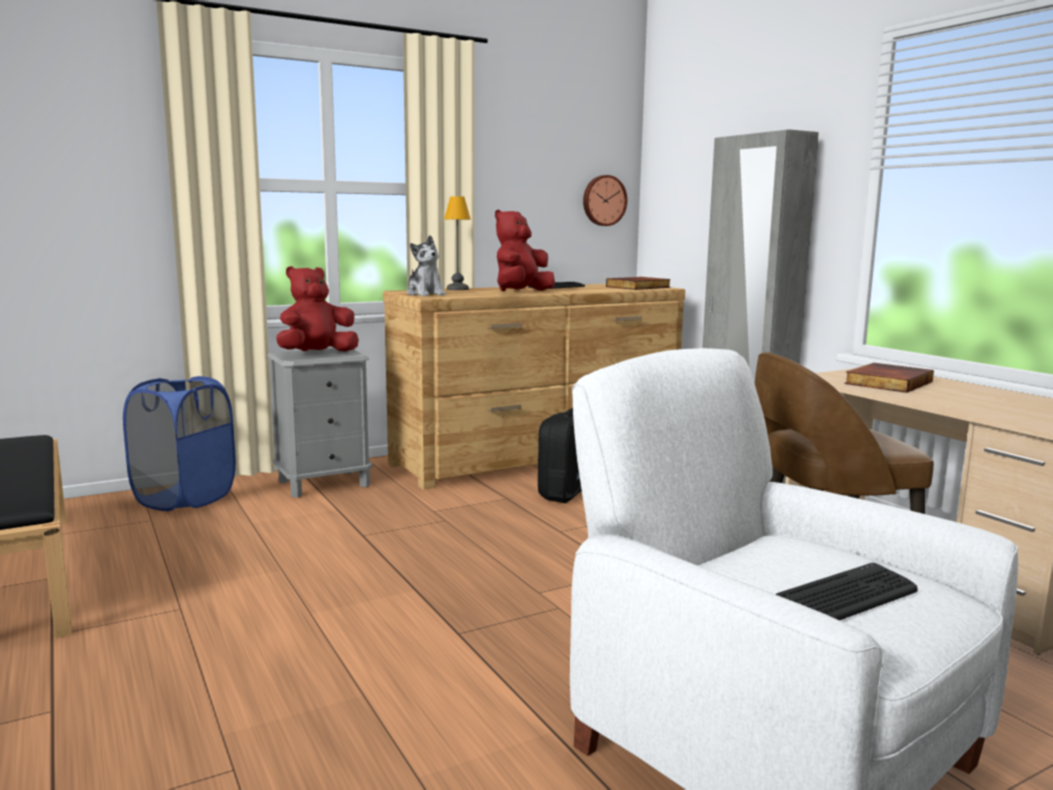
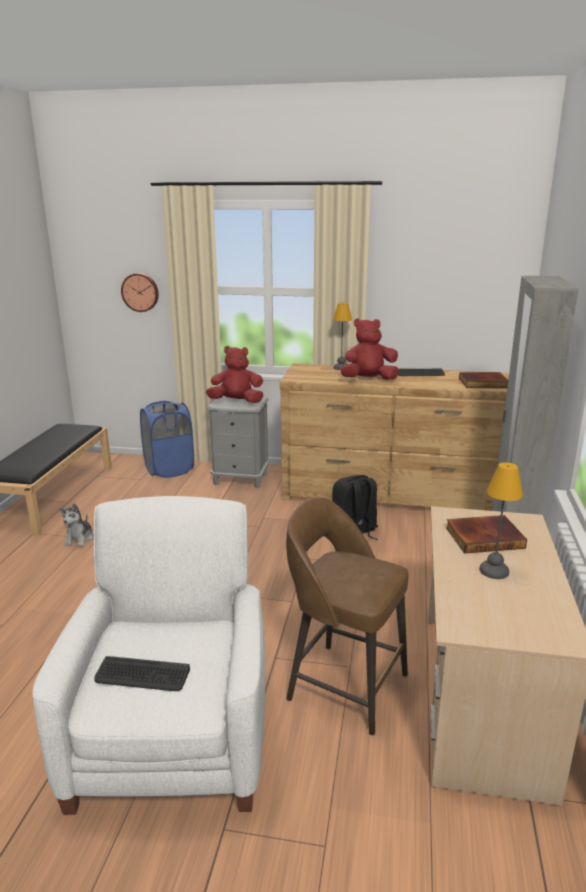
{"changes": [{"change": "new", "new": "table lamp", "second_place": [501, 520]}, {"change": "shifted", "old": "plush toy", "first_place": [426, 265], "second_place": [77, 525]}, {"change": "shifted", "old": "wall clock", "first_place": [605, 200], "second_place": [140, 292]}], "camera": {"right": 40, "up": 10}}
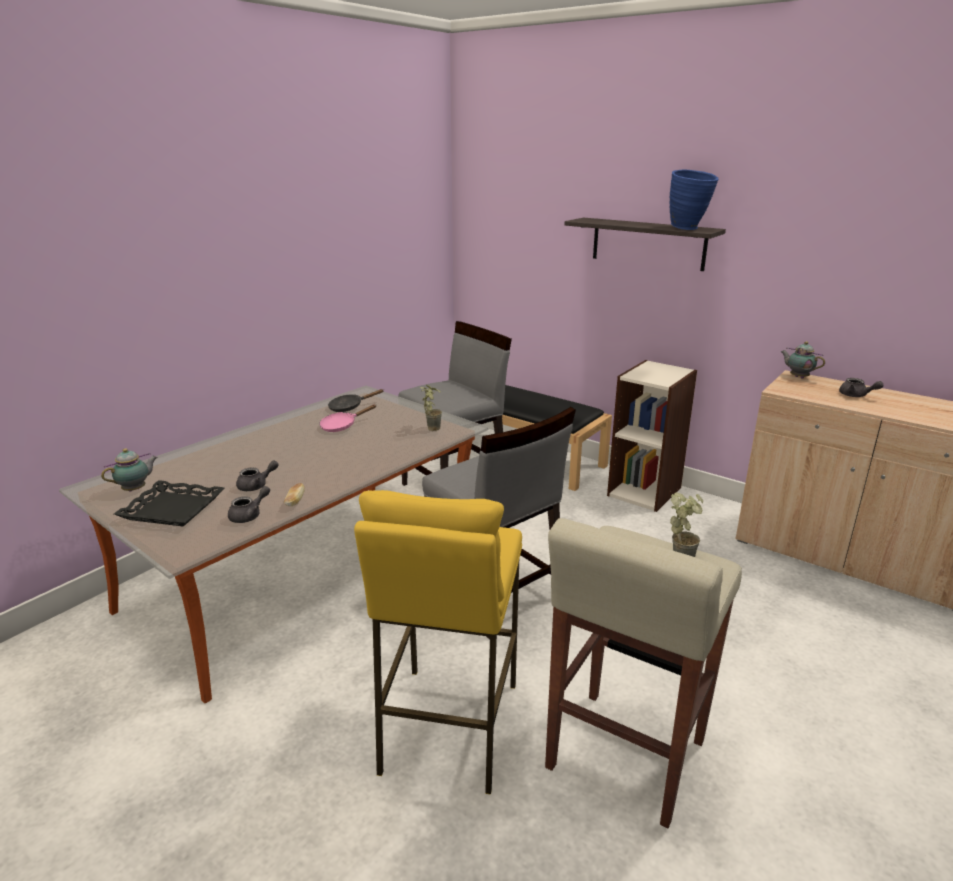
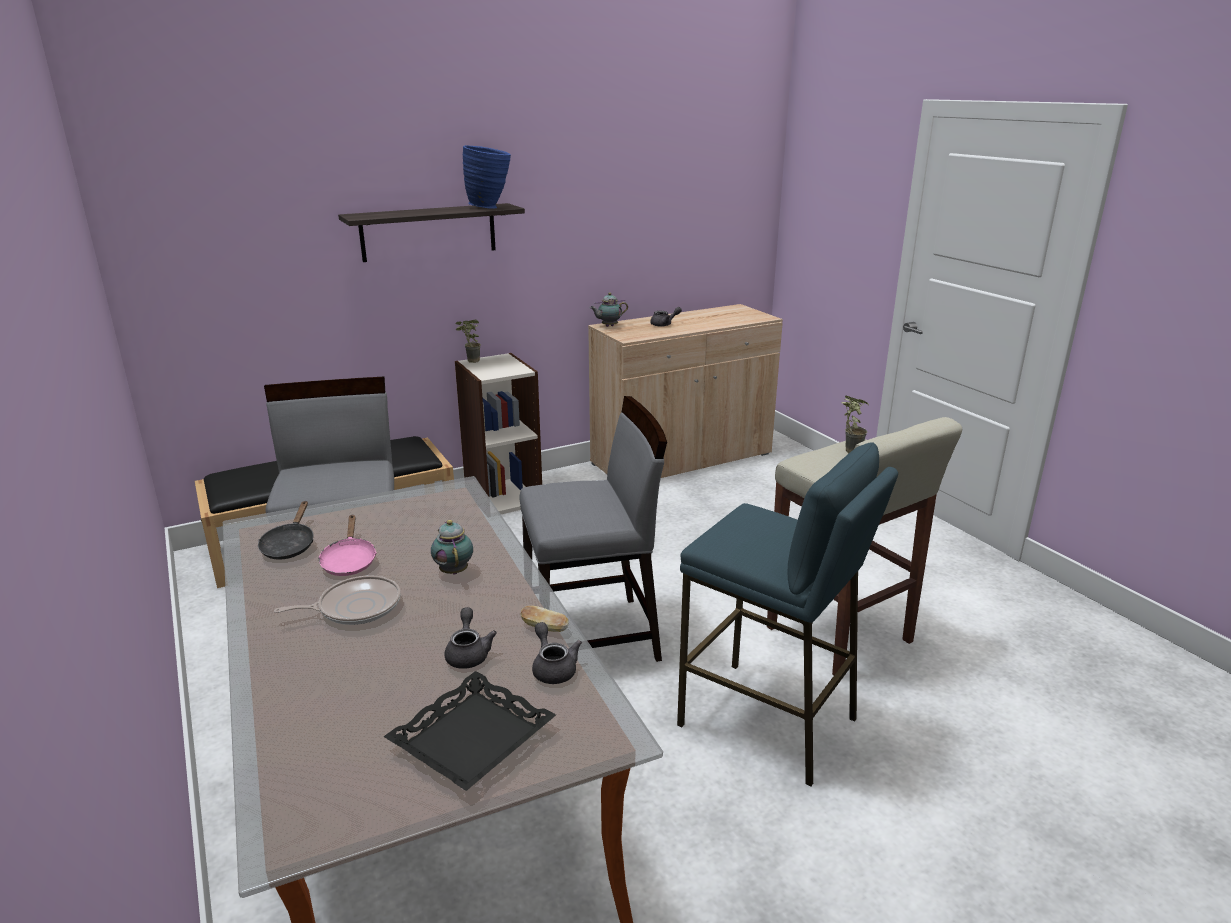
{"changes": [{"change": "new", "new": "frying pan", "second_place": [337, 600]}, {"change": "shifted", "old": "teapot", "first_place": [129, 470], "second_place": [452, 547]}, {"change": "shifted", "old": "potted plant", "first_place": [431, 408], "second_place": [468, 341]}, {"change": "repainted", "old": "yellow stool", "new": "blue stool", "first_place": [438, 642], "second_place": [787, 614]}], "camera": {"right": -65, "up": 0}}
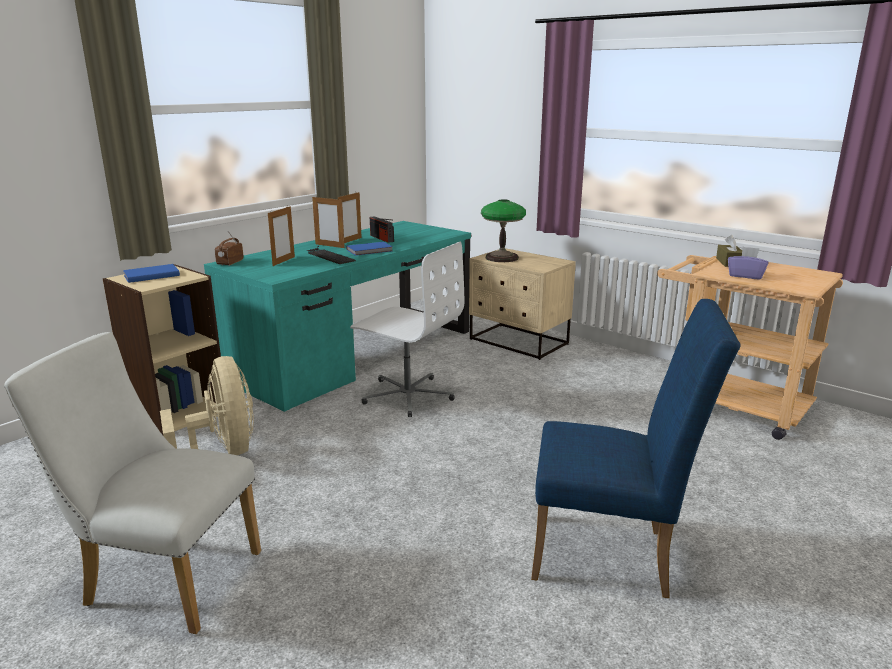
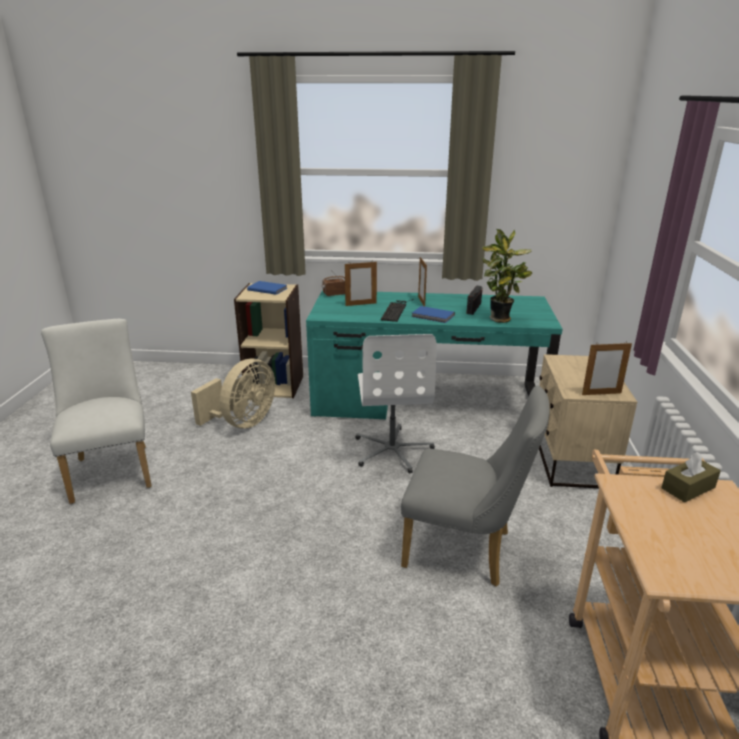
{"changes": [{"change": "gone", "old": "table lamp", "first_place": [503, 230]}, {"change": "gone", "old": "blue chair", "first_place": [635, 448]}, {"change": "gone", "old": "purple tissue box", "first_place": [748, 263]}, {"change": "new", "new": "grey chair", "second_place": [475, 486]}, {"change": "new", "new": "potted plant", "second_place": [507, 276]}, {"change": "shifted", "old": "picture frame", "first_place": [350, 217], "second_place": [607, 369]}], "camera": {"right": 55, "up": 5}}
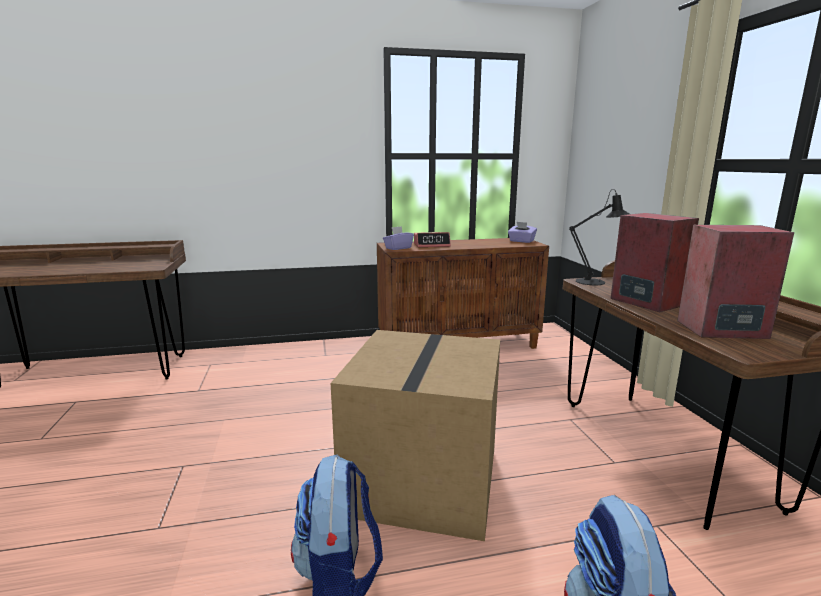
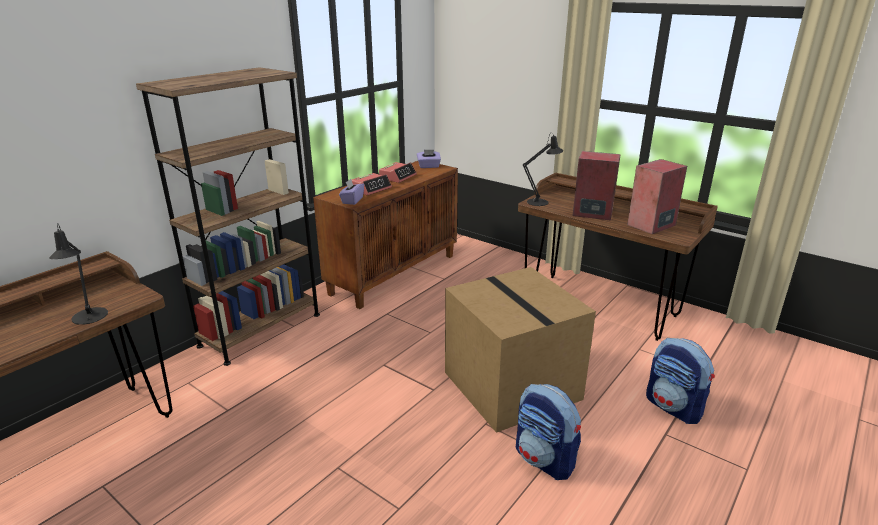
{"changes": [{"change": "new", "new": "black table lamp", "second_place": [78, 274]}, {"change": "new", "new": "brown bookcase", "second_place": [228, 216]}, {"change": "new", "new": "alarm clock", "second_place": [398, 172]}], "camera": {"right": -40, "up": 10}}
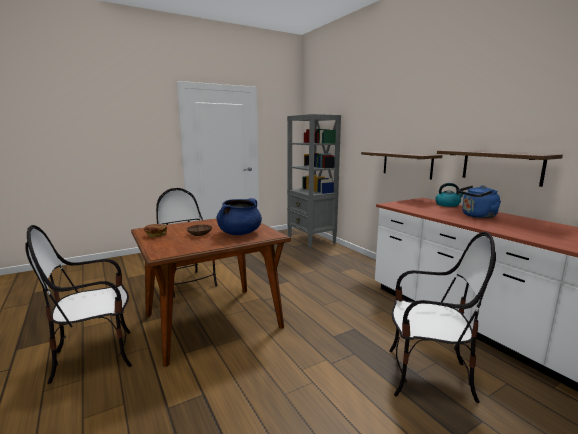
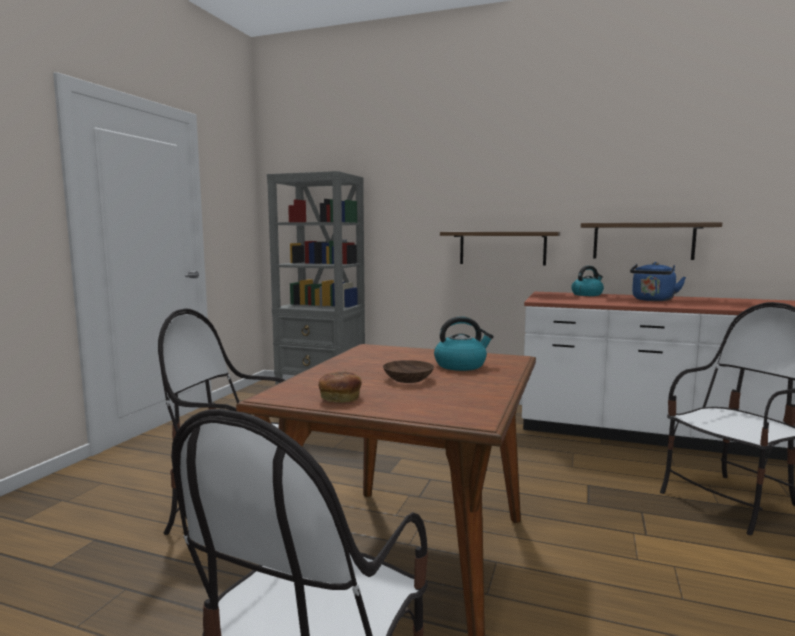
{"changes": [{"change": "swapped", "old": "blue cooking pot", "new": "kettle", "first_place": [239, 216], "second_place": [464, 343]}], "camera": {"right": -40, "up": -5}}
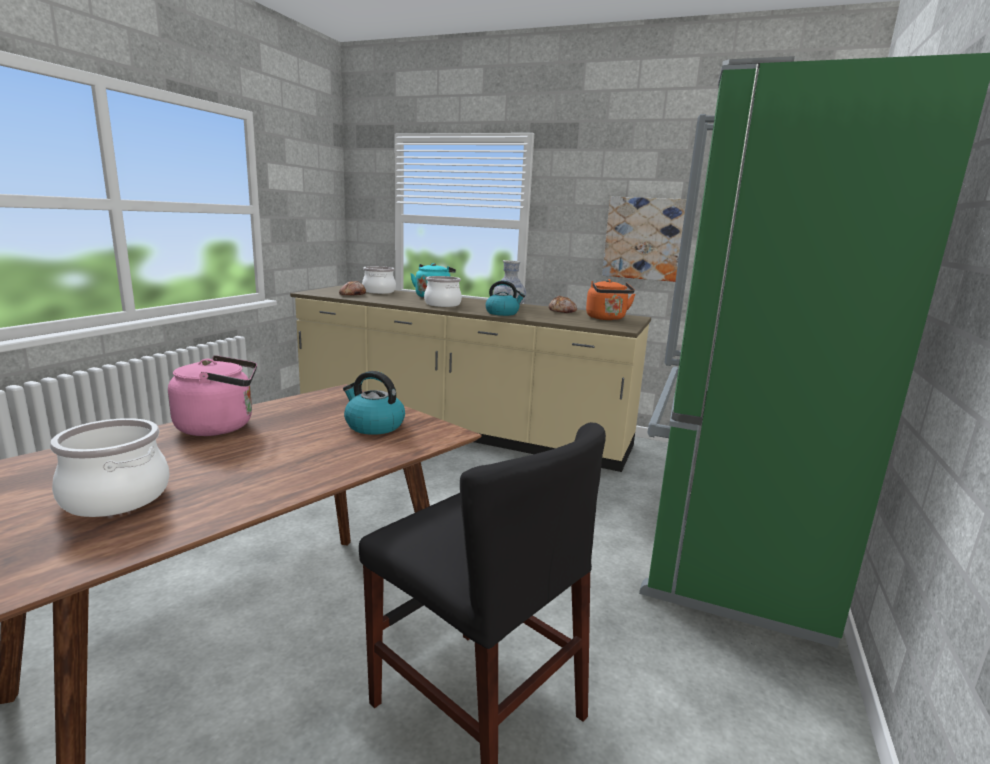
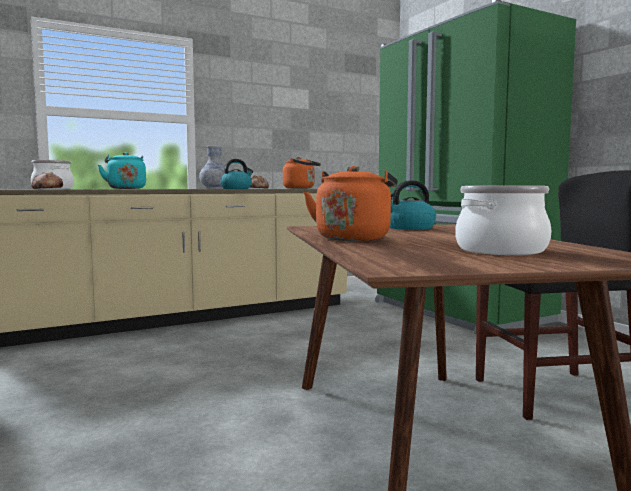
{"changes": [{"change": "gone", "old": "cooking pot", "first_place": [443, 291]}, {"change": "gone", "old": "picture", "first_place": [644, 239]}, {"change": "repainted", "old": "pink kettle", "new": "orange kettle", "first_place": [212, 395], "second_place": [351, 203]}], "camera": {"right": -50, "up": -10}}
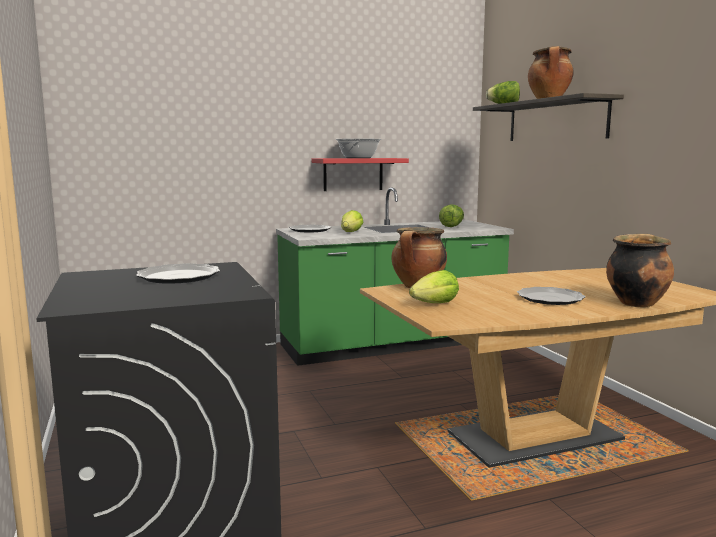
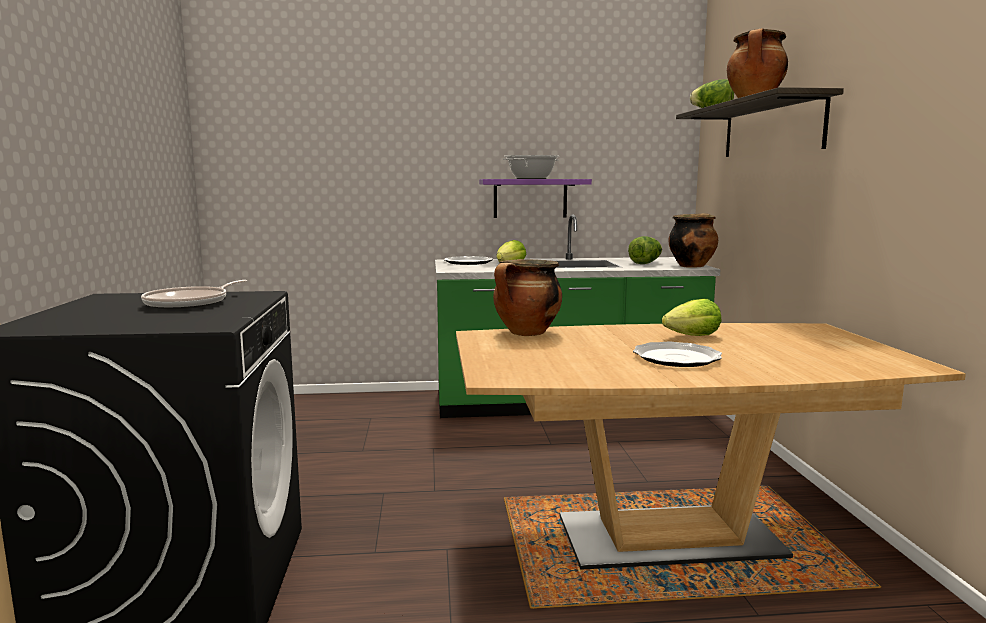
{"changes": [{"change": "shifted", "old": "lettuce", "first_place": [434, 286], "second_place": [691, 317]}, {"change": "shifted", "old": "cooking pot", "first_place": [640, 270], "second_place": [693, 240]}, {"change": "swapped", "old": "plate", "new": "frying pan", "first_place": [178, 273], "second_place": [194, 295]}, {"change": "repainted", "old": "red shelf", "new": "purple shelf", "first_place": [360, 174], "second_place": [535, 198]}], "camera": {"right": 15, "up": 0}}
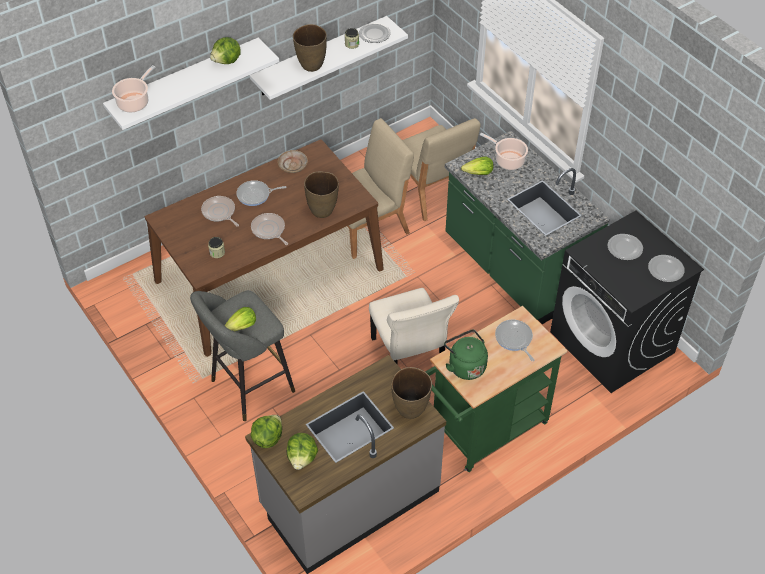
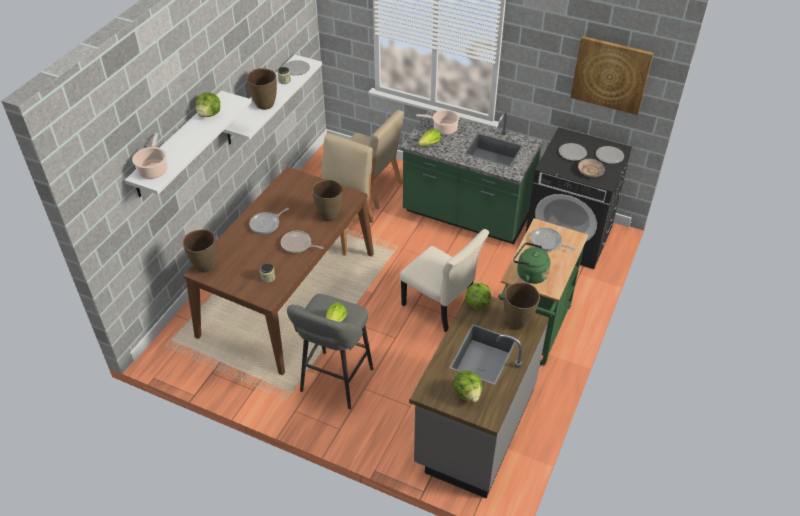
{"changes": [{"change": "gone", "old": "frying pan", "first_place": [220, 211]}, {"change": "new", "new": "brown vase", "second_place": [200, 250]}, {"change": "new", "new": "picture", "second_place": [612, 75]}, {"change": "shifted", "old": "lettuce", "first_place": [266, 431], "second_place": [478, 295]}, {"change": "shifted", "old": "beige plate", "first_place": [293, 161], "second_place": [591, 168]}], "camera": {"right": -30, "up": -5}}
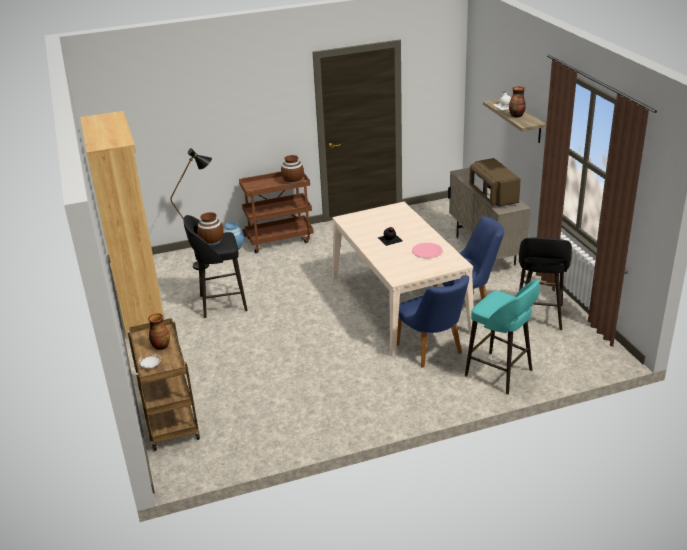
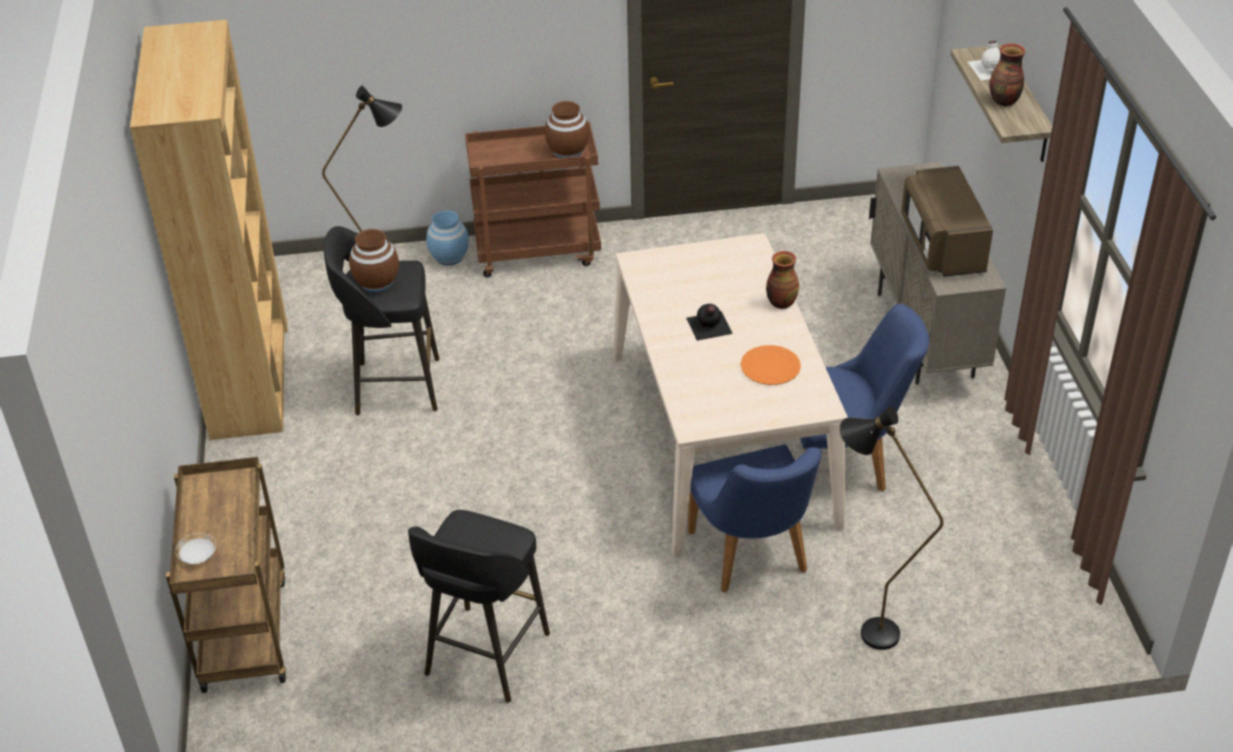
{"changes": [{"change": "shifted", "old": "vase", "first_place": [159, 331], "second_place": [782, 280]}, {"change": "shifted", "old": "black stool", "first_place": [545, 284], "second_place": [479, 606]}, {"change": "swapped", "old": "turquoise stool", "new": "black floor lamp", "first_place": [502, 337], "second_place": [891, 528]}, {"change": "repainted", "old": "pink plate", "new": "orange plate", "first_place": [427, 250], "second_place": [771, 365]}], "camera": {"right": 10, "up": 10}}
